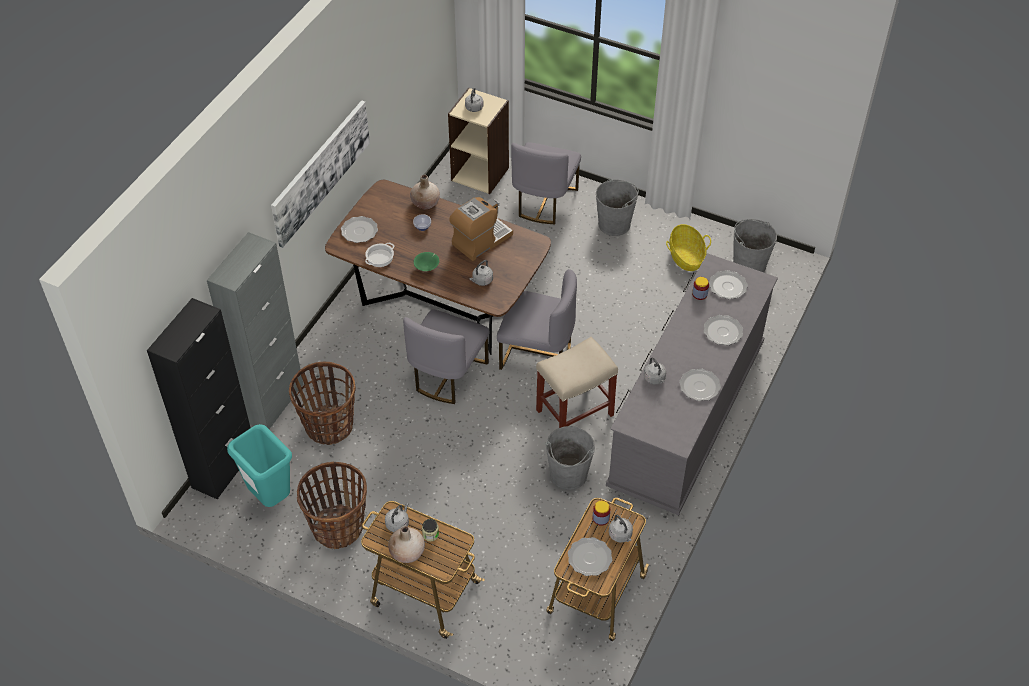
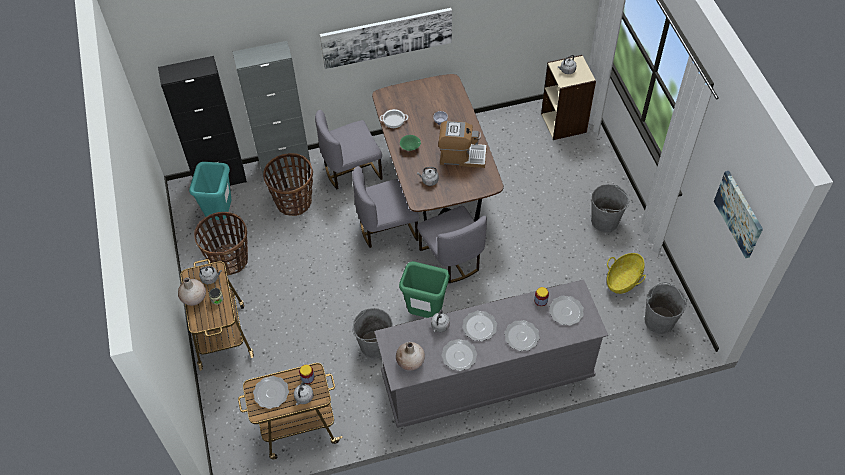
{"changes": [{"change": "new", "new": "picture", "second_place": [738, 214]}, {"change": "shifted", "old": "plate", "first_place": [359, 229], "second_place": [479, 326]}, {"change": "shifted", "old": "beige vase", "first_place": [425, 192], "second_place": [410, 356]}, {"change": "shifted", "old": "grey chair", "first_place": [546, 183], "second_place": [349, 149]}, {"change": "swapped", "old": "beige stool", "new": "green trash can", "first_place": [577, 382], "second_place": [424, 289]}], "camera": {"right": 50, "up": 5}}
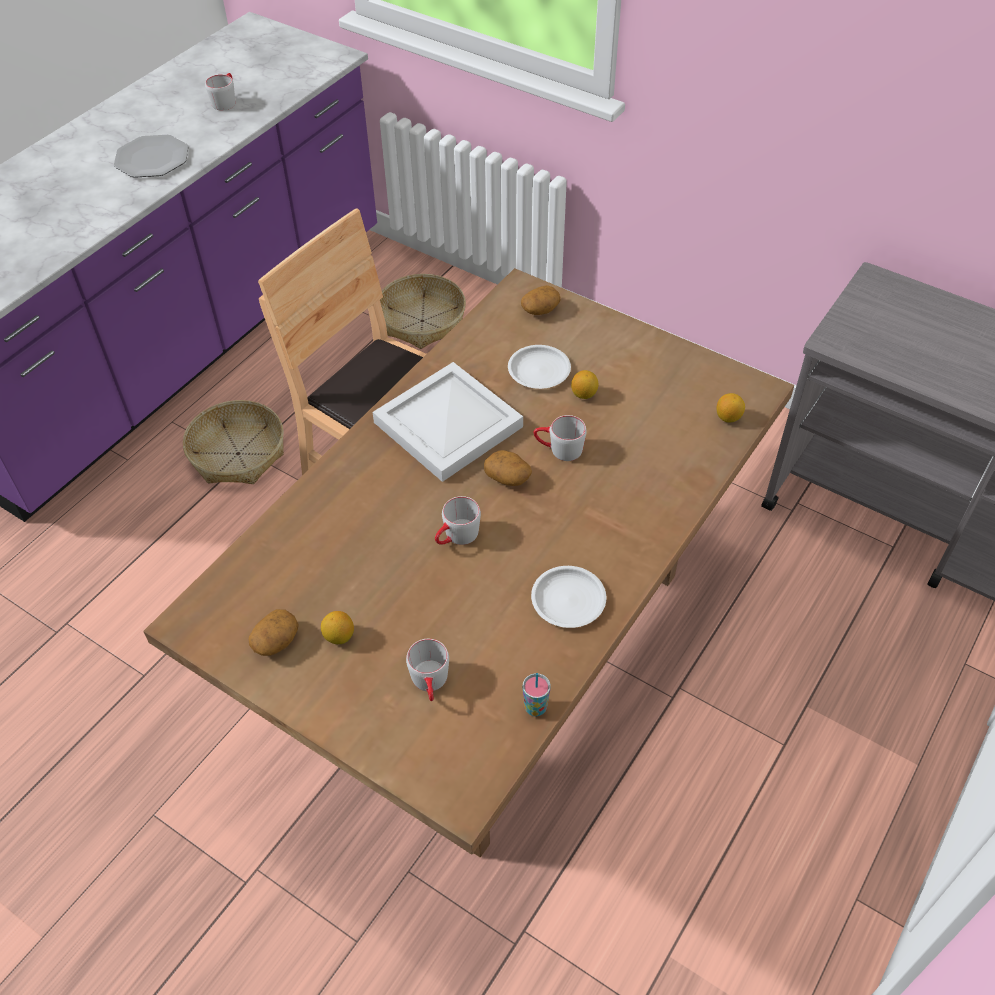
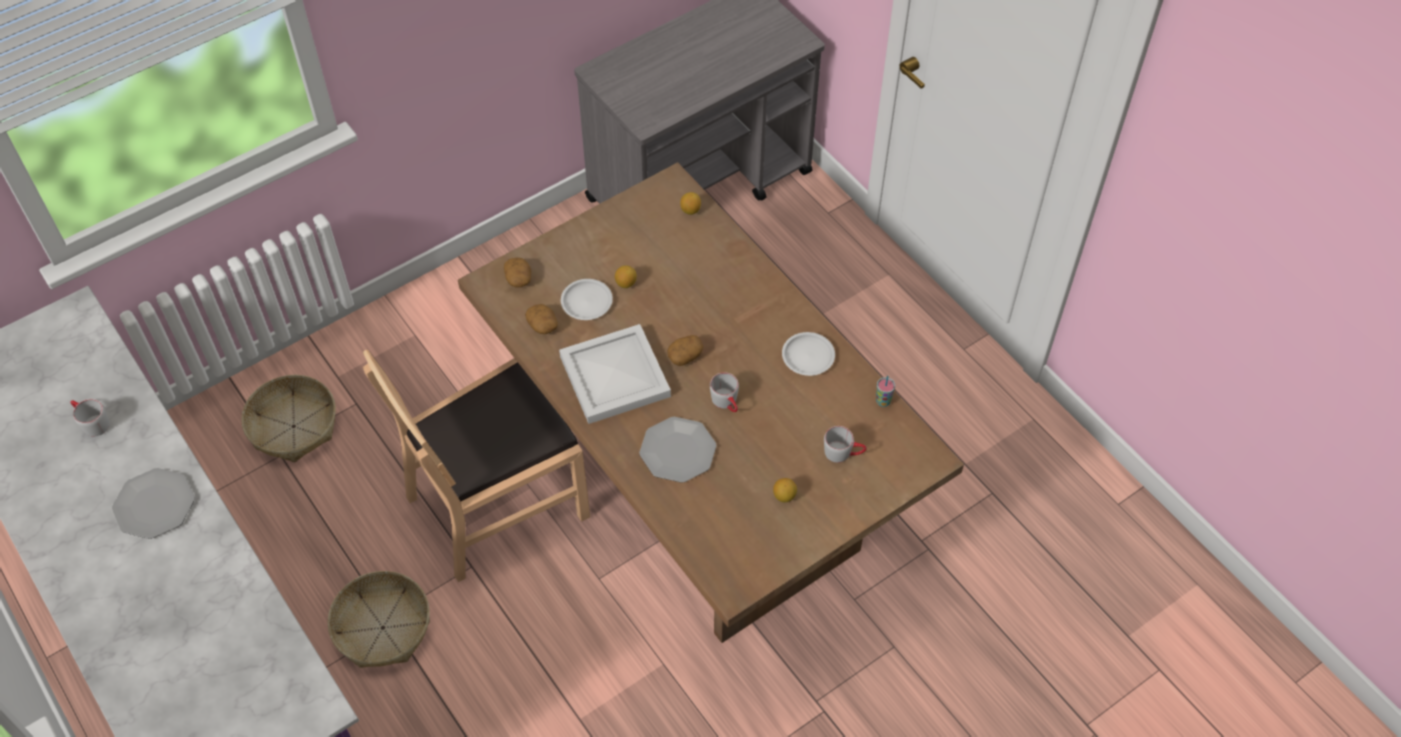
{"changes": [{"change": "gone", "old": "grey mug", "first_place": [560, 438]}, {"change": "new", "new": "plate", "second_place": [677, 450]}, {"change": "shifted", "old": "potato", "first_place": [273, 632], "second_place": [541, 319]}], "camera": {"right": -70, "up": 5}}
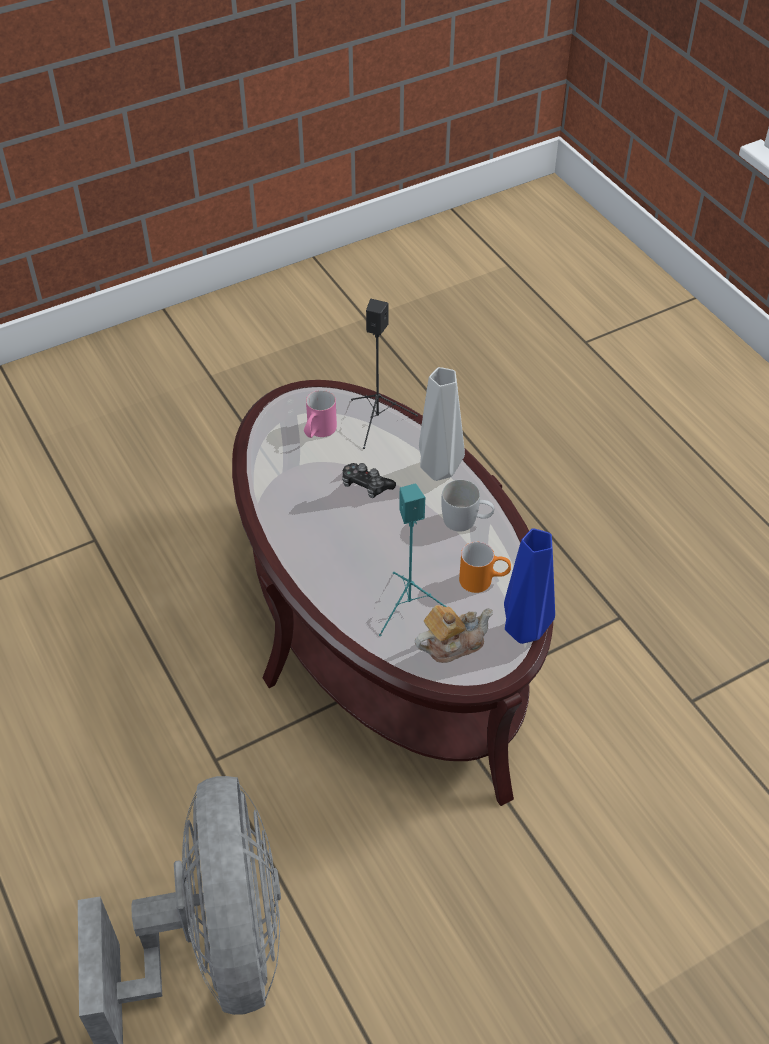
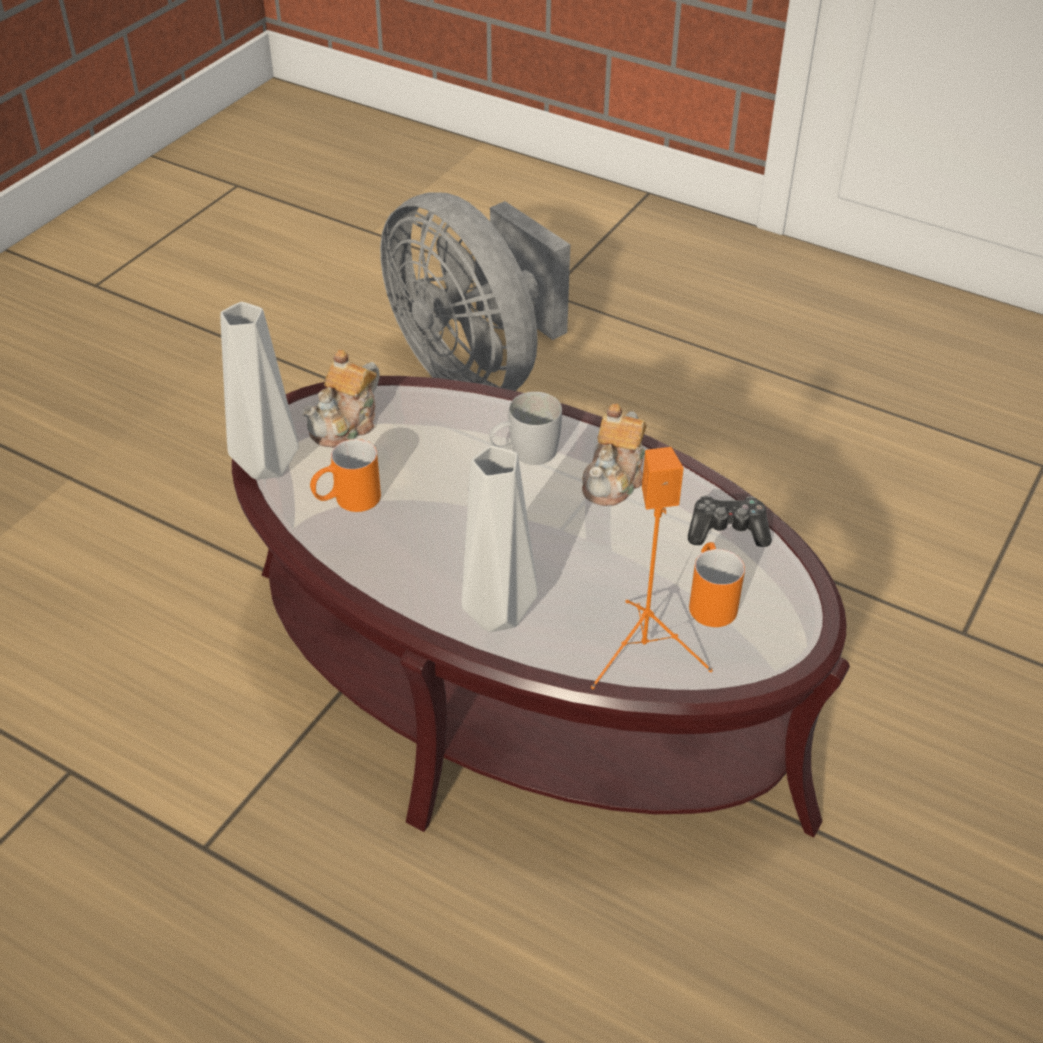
{"changes": [{"change": "gone", "old": "turquoise speaker", "first_place": [417, 559]}, {"change": "new", "new": "teapot", "second_place": [614, 455]}, {"change": "shifted", "old": "game controller", "first_place": [369, 480], "second_place": [730, 521]}, {"change": "shifted", "old": "white mug", "first_place": [467, 506], "second_place": [526, 428]}, {"change": "repainted", "old": "pink mug", "new": "orange mug", "first_place": [320, 414], "second_place": [717, 584]}, {"change": "repainted", "old": "black speaker", "new": "orange speaker", "first_place": [384, 374], "second_place": [652, 568]}, {"change": "repainted", "old": "blue vase", "new": "grey vase", "first_place": [529, 586], "second_place": [259, 390]}], "camera": {"right": 150, "up": -5}}
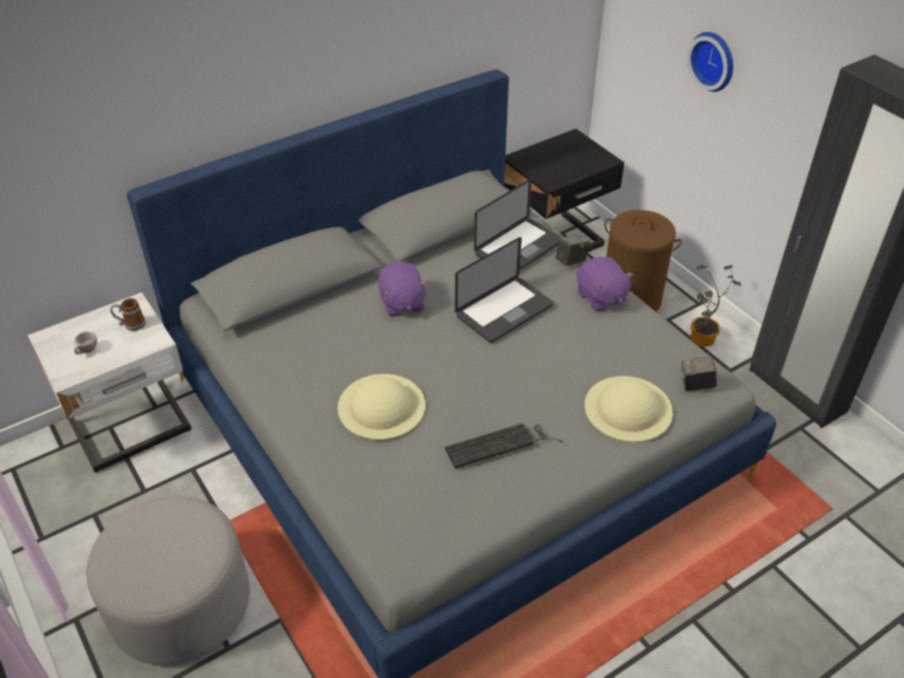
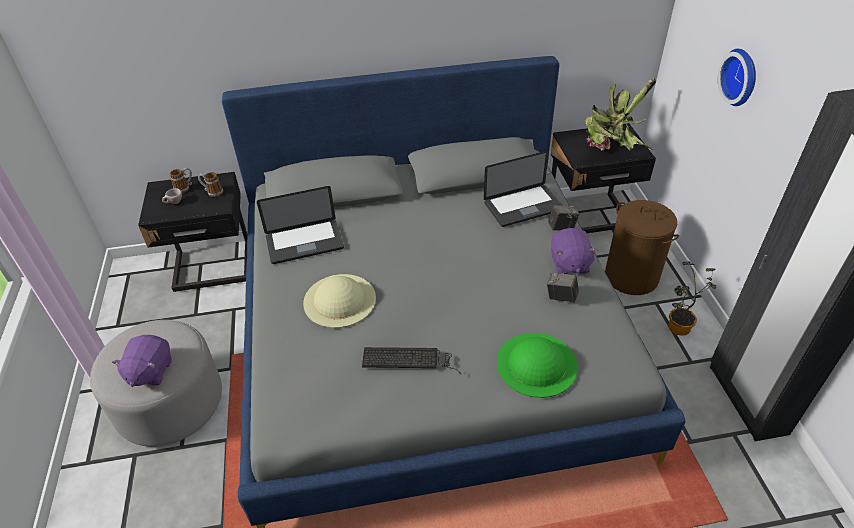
{"changes": [{"change": "new", "new": "mug", "second_place": [181, 180]}, {"change": "new", "new": "potted plant", "second_place": [620, 113]}, {"change": "shifted", "old": "purple plush toy", "first_place": [403, 289], "second_place": [142, 361]}, {"change": "shifted", "old": "laptop", "first_place": [504, 290], "second_place": [300, 225]}, {"change": "shifted", "old": "photo camera", "first_place": [699, 373], "second_place": [563, 288]}, {"change": "repainted", "old": "white nightstand", "new": "black nightstand", "first_place": [110, 382], "second_place": [193, 232]}, {"change": "repainted", "old": "beige hat", "new": "green hat", "first_place": [629, 409], "second_place": [537, 365]}], "camera": {"right": 25, "up": 0}}
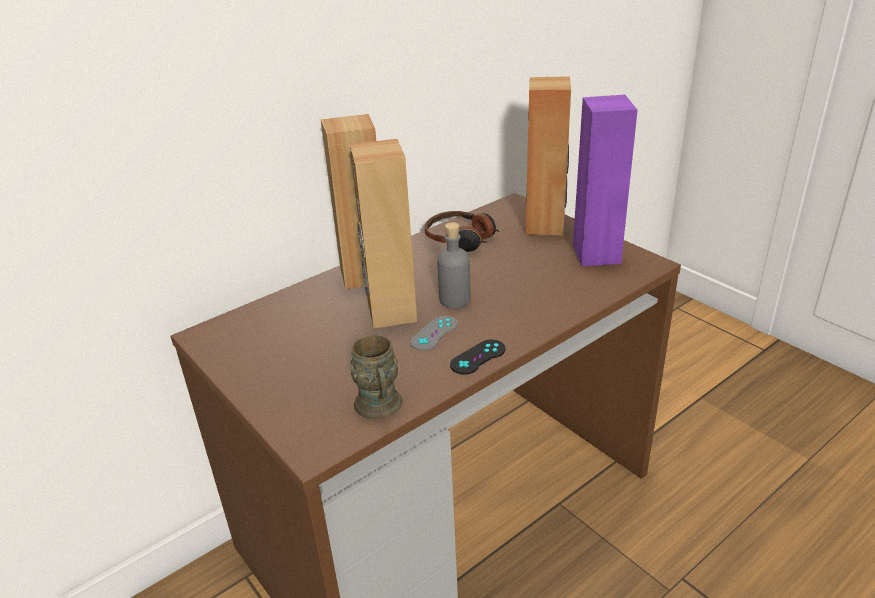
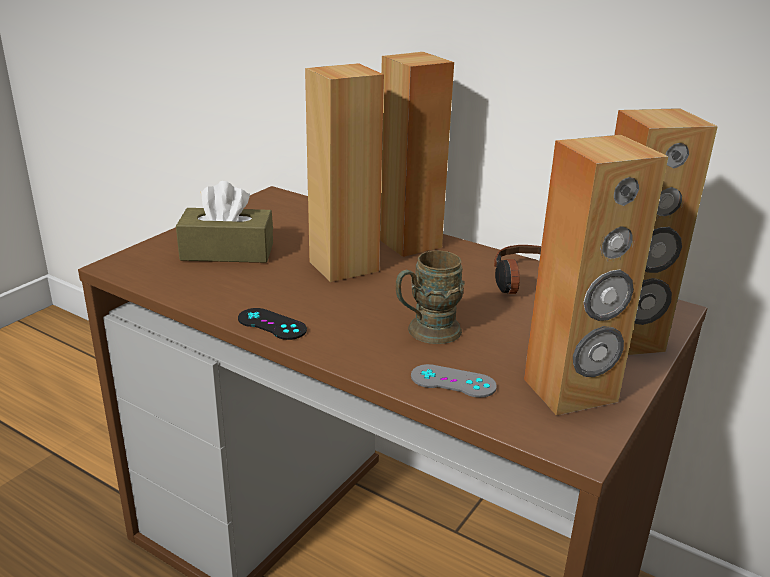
{"changes": [{"change": "gone", "old": "grey bottle", "first_place": [454, 265]}, {"change": "new", "new": "brown tissue box", "second_place": [224, 222]}, {"change": "shifted", "old": "brown mug", "first_place": [376, 377], "second_place": [430, 297]}, {"change": "shifted", "old": "grey game controller", "first_place": [434, 333], "second_place": [454, 381]}, {"change": "repainted", "old": "purple speaker", "new": "brown speaker", "first_place": [605, 180], "second_place": [596, 275]}], "camera": {"right": 70, "up": -5}}
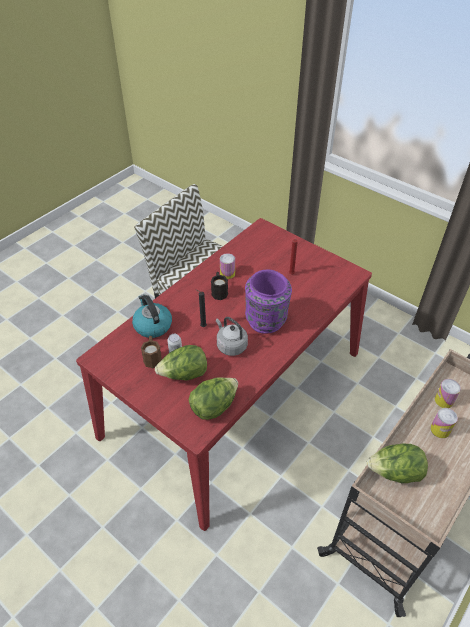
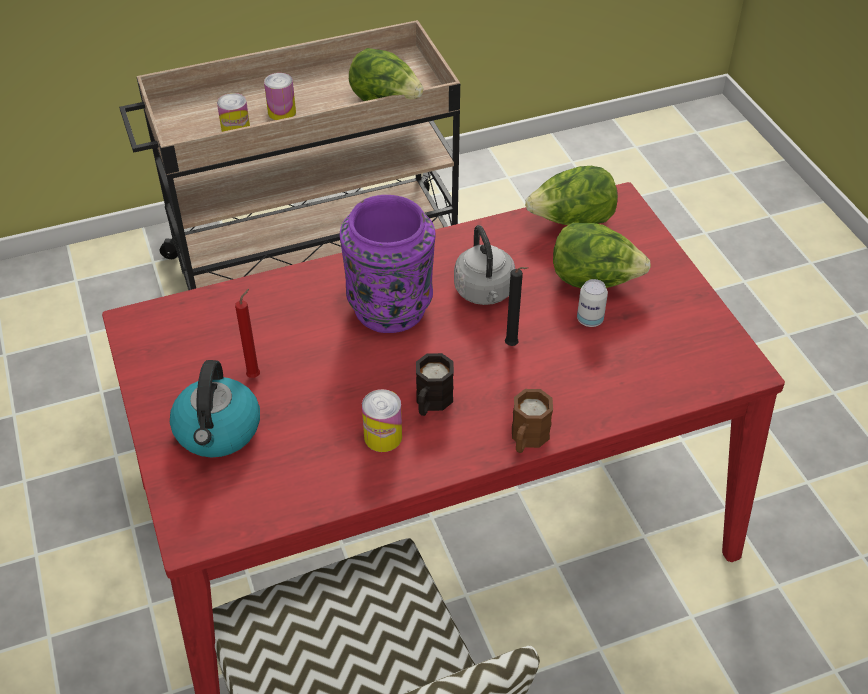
{"changes": [{"change": "shifted", "old": "kettle", "first_place": [152, 316], "second_place": [215, 408]}, {"change": "shifted", "old": "brown mug", "first_place": [151, 352], "second_place": [532, 421]}], "camera": {"right": -150, "up": 0}}
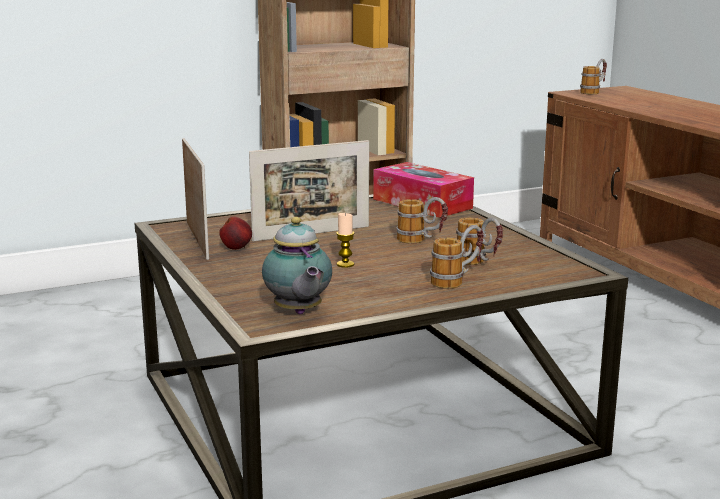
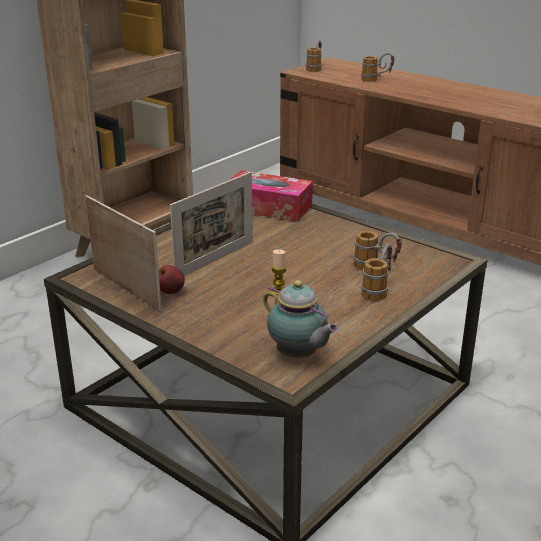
{"changes": [{"change": "shifted", "old": "mug", "first_place": [422, 220], "second_place": [378, 67]}], "camera": {"right": -25, "up": 10}}
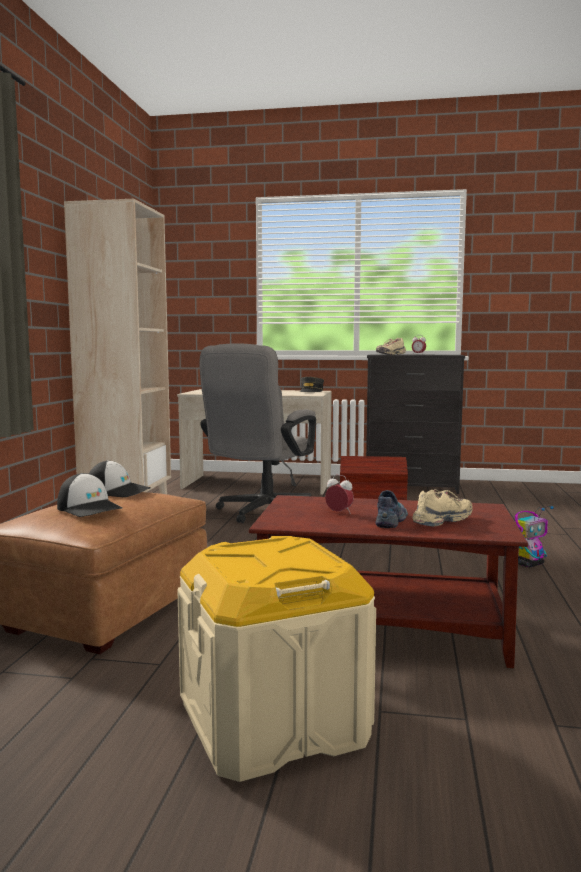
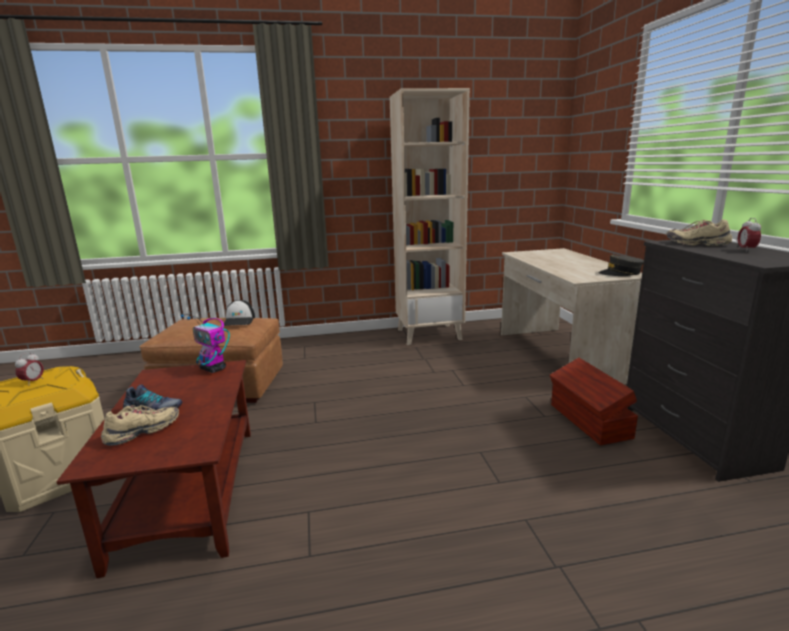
{"changes": [{"change": "gone", "old": "cap", "first_place": [90, 495]}, {"change": "gone", "old": "grey office chair", "first_place": [257, 433]}, {"change": "shifted", "old": "alarm clock", "first_place": [339, 494], "second_place": [29, 369]}, {"change": "shifted", "old": "toy robot", "first_place": [534, 536], "second_place": [205, 343]}, {"change": "rotated", "old": "beige shoe", "first_place": [443, 508], "second_place": [140, 425], "degrees": -75}], "camera": {"right": 70, "up": 10}}
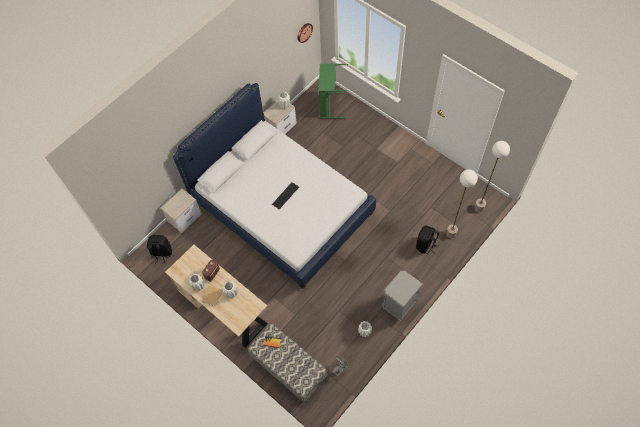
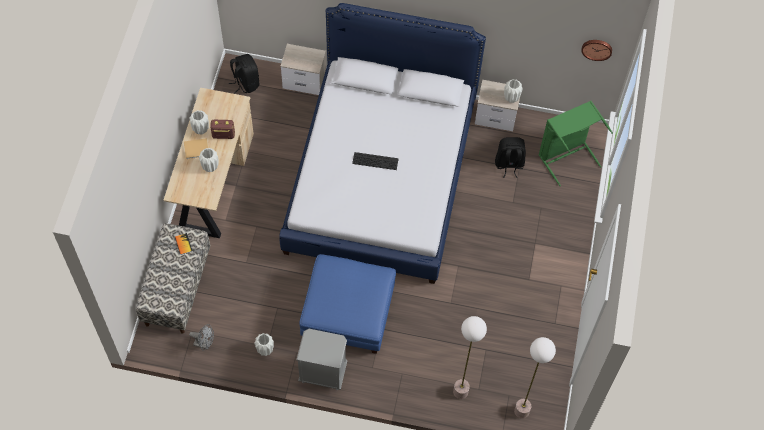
{"changes": [{"change": "new", "new": "blue ottoman", "second_place": [347, 304]}, {"change": "shifted", "old": "black backpack", "first_place": [427, 239], "second_place": [510, 157]}], "camera": {"right": 55, "up": 0}}
